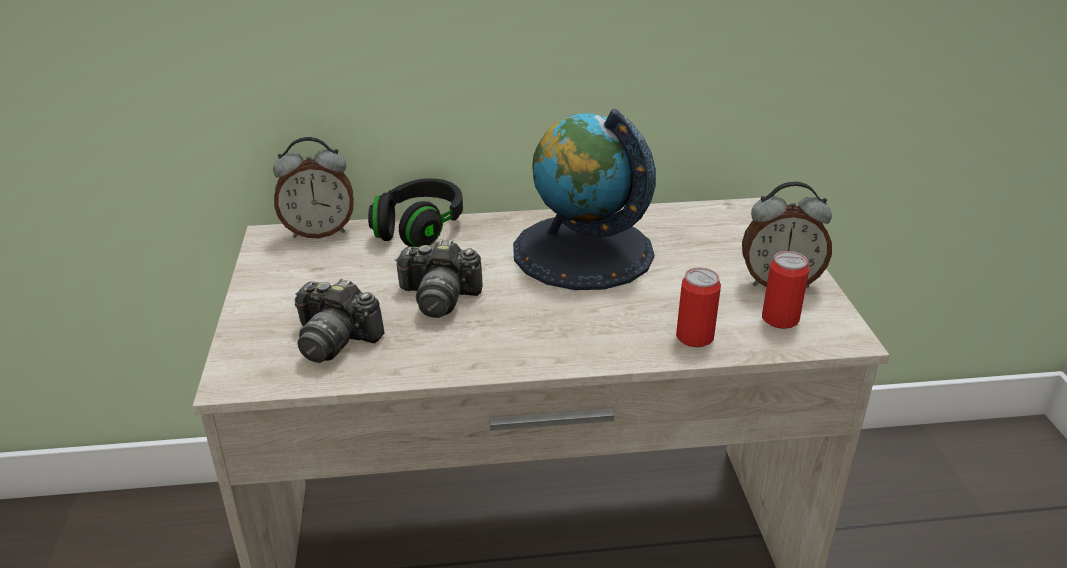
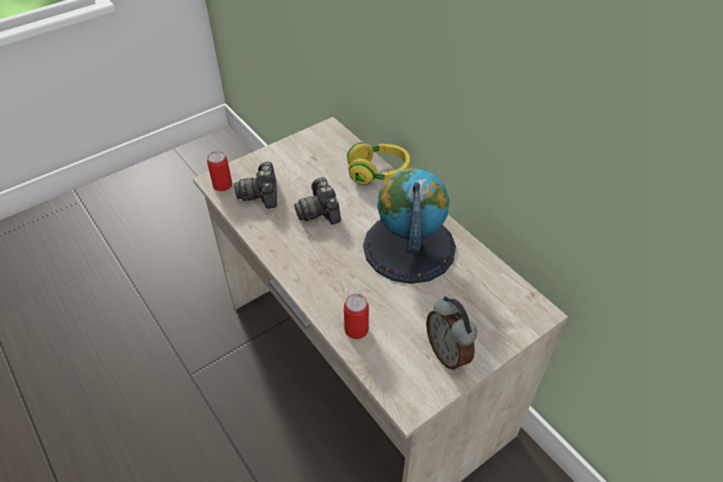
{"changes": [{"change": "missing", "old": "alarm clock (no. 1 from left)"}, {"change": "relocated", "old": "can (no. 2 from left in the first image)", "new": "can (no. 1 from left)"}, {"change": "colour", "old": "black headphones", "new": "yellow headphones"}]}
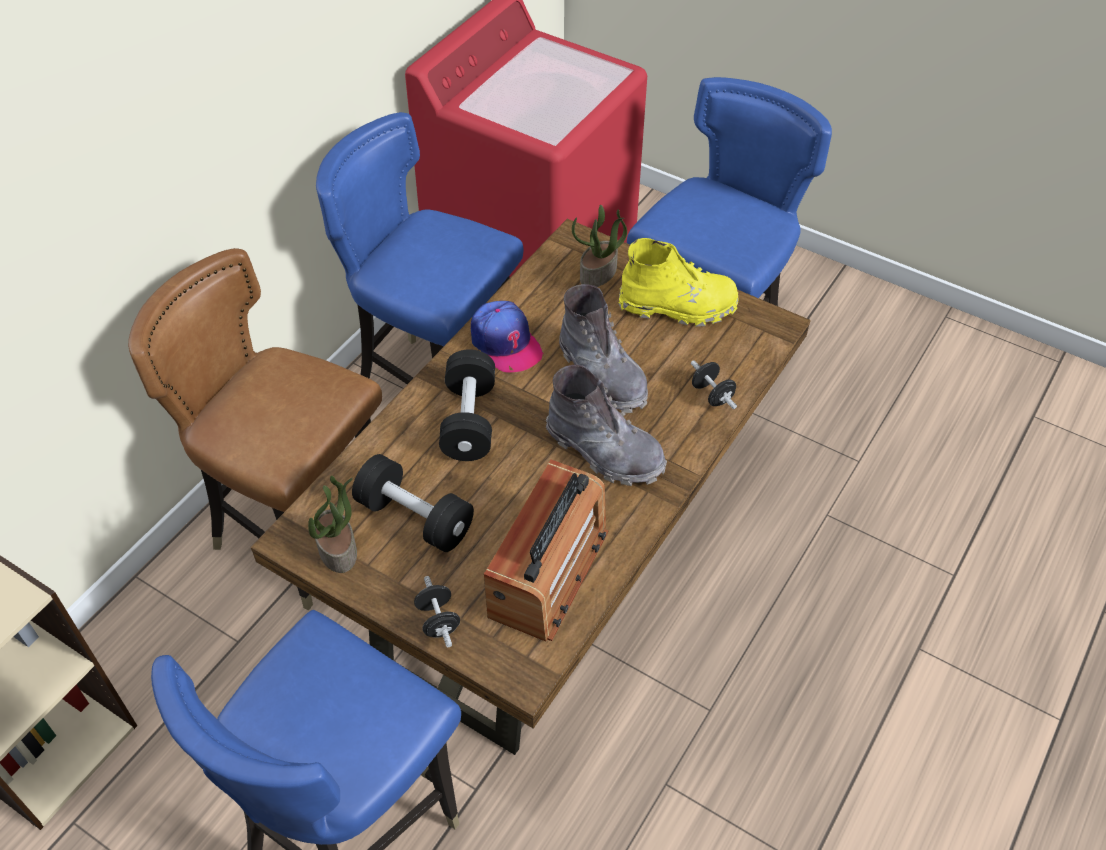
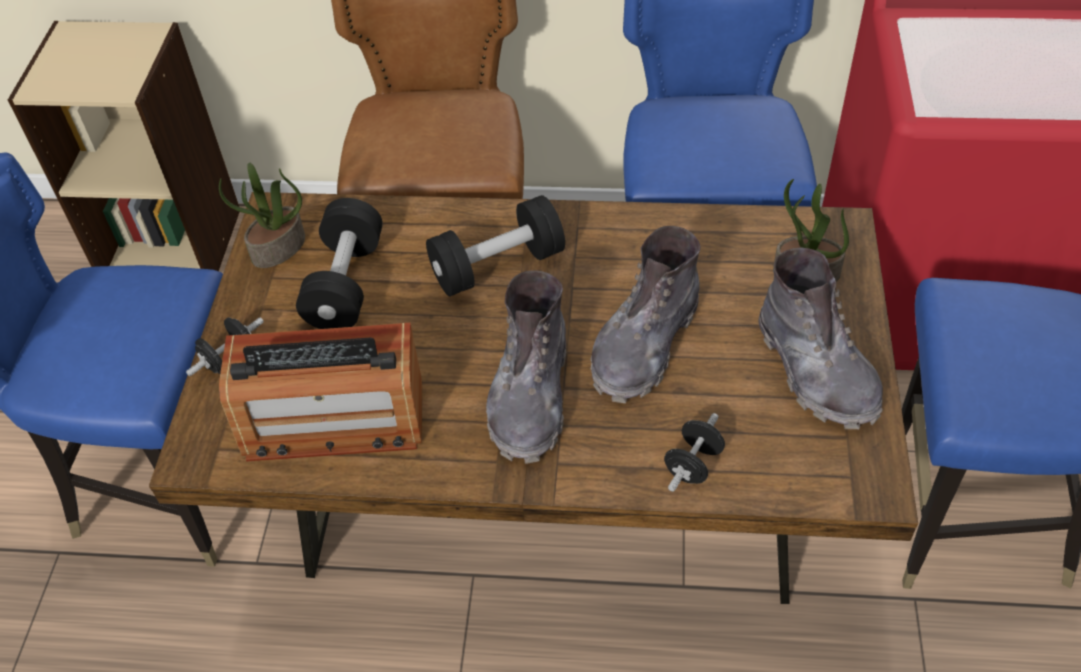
{"changes": [{"change": "missing", "old": "cap"}, {"change": "colour", "old": "yellow boot", "new": "grey boot (no. 3 from left)"}]}
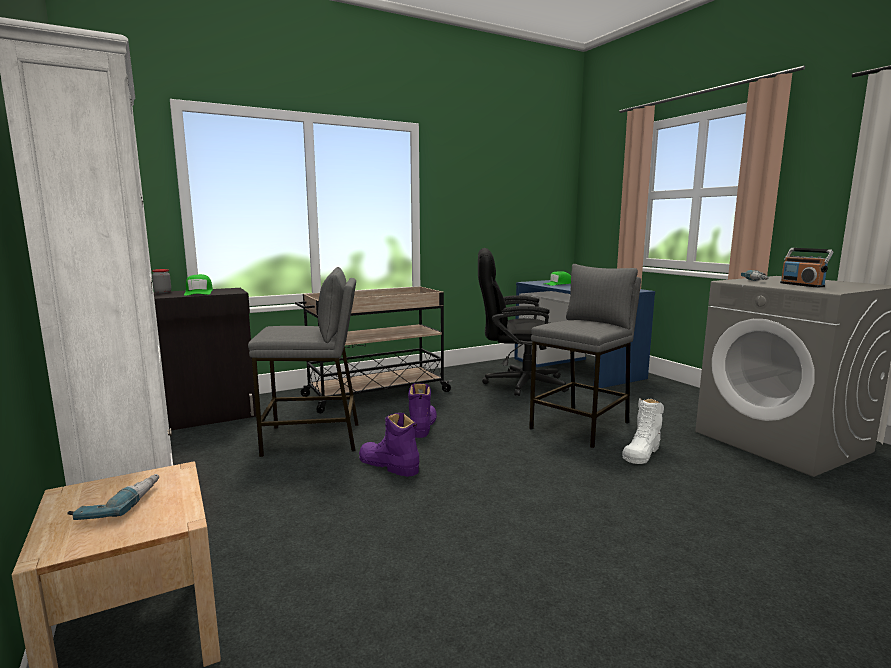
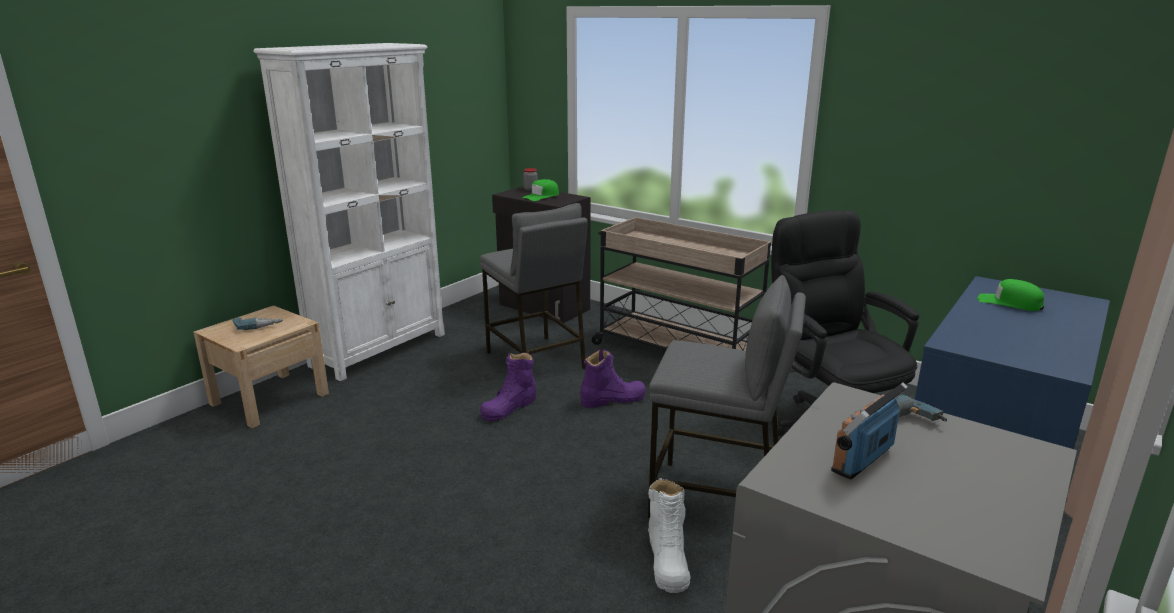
{"changes": [{"change": "spun", "old": "purple boot (no. 1 from left)", "degrees": -150}, {"change": "spun", "old": "white boot", "degrees": -105}]}
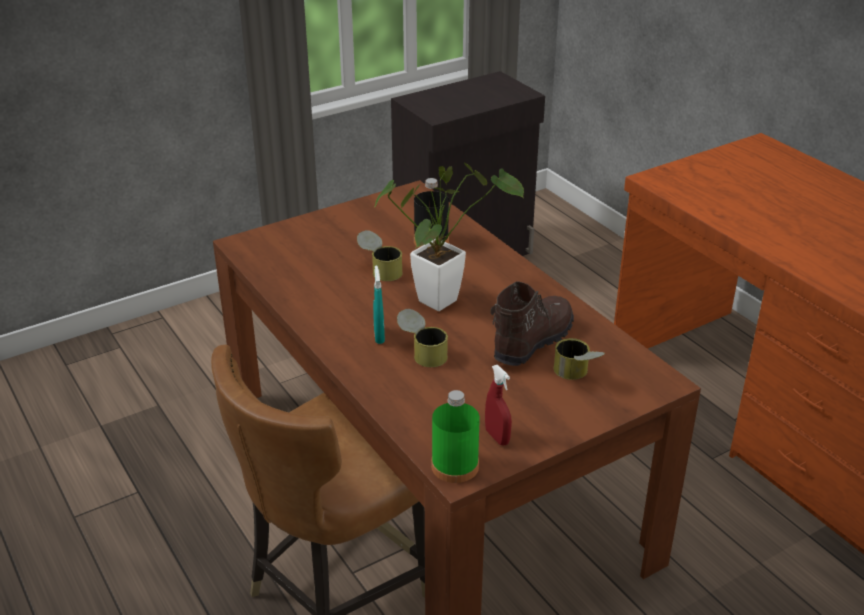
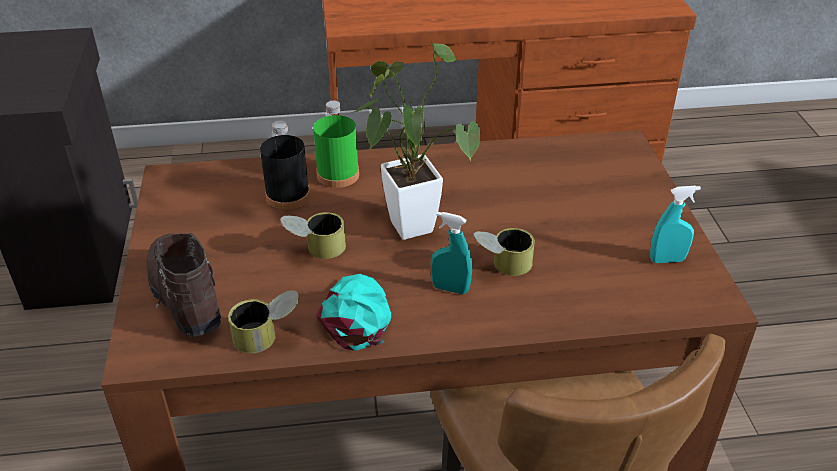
{"changes": [{"change": "appeared", "new": "turquoise cap"}, {"change": "relocated", "old": "green bottle"}, {"change": "relocated", "old": "brown boot"}, {"change": "relocated", "old": "can (no. 3 from left in the first image)", "new": "can (no. 1 from left)"}, {"change": "colour", "old": "red spray bottle", "new": "turquoise spray bottle (no. 2 from left)"}]}
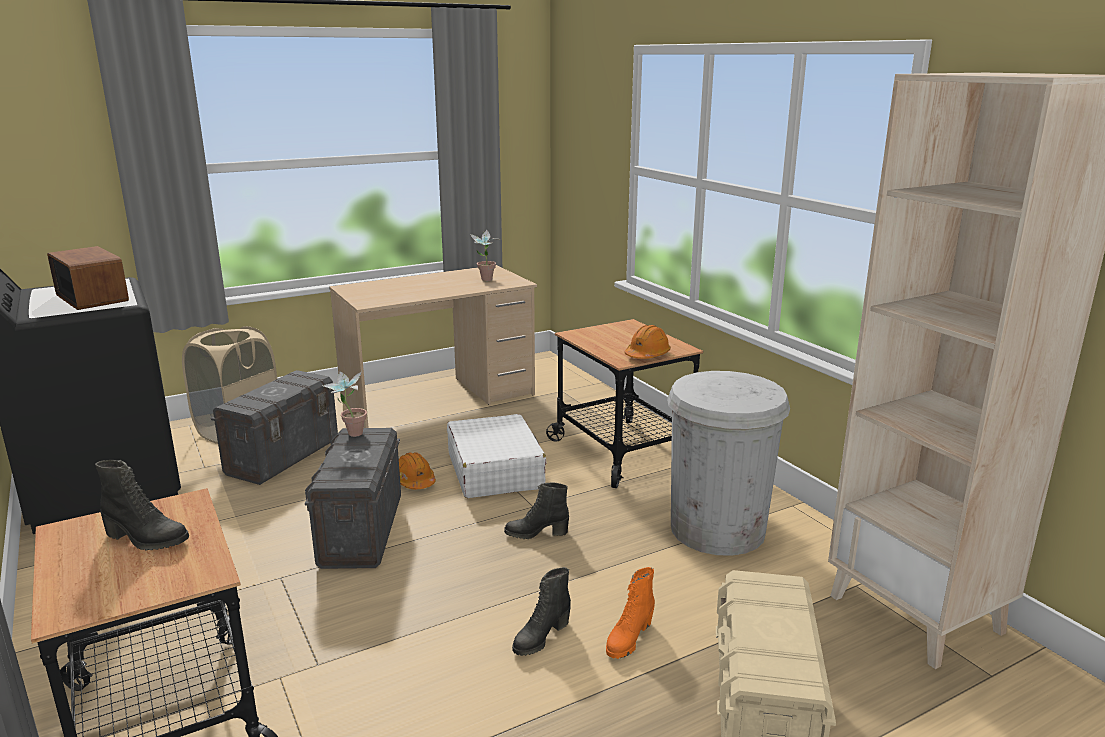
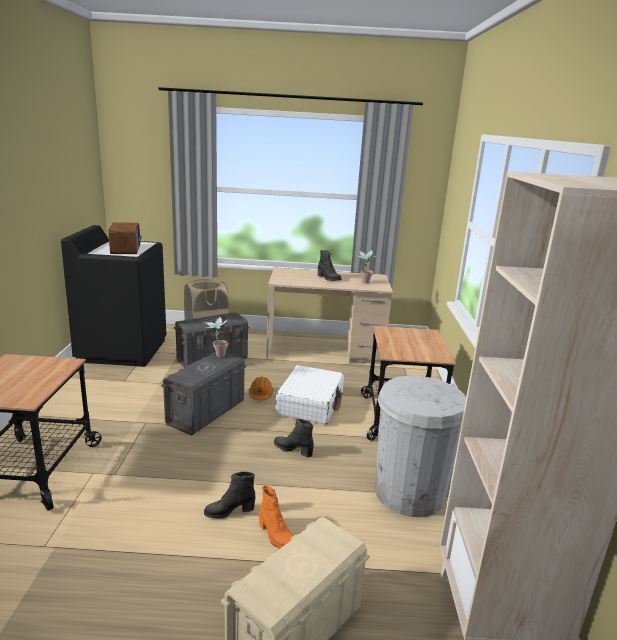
{"changes": [{"change": "missing", "old": "orange hard hat (no. 2 from left)"}, {"change": "relocated", "old": "black boot (no. 1 from left in the first image)", "new": "black boot (no. 3 from left)"}, {"change": "spun", "old": "orange boot", "degrees": -105}]}
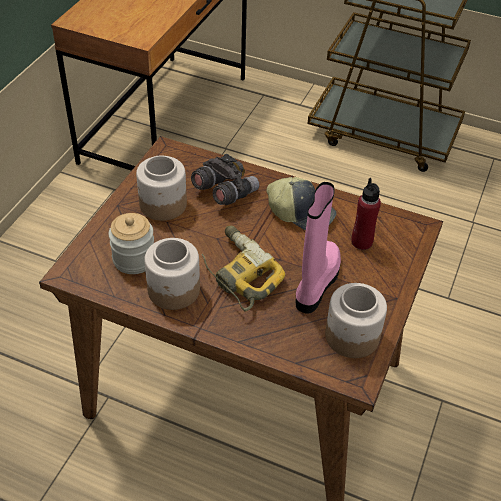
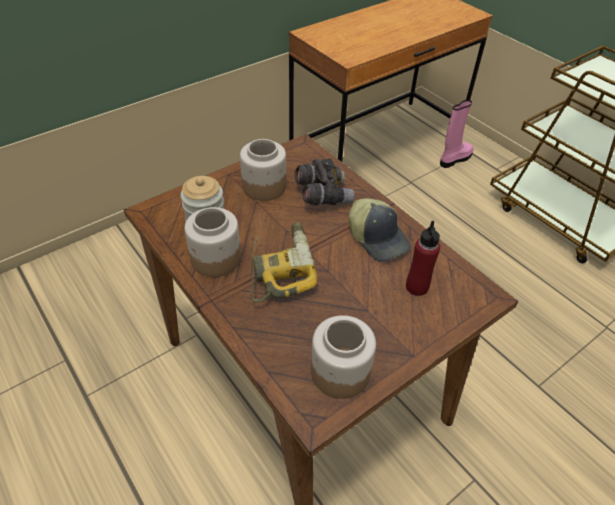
{"changes": [{"change": "relocated", "old": "pink boot"}]}
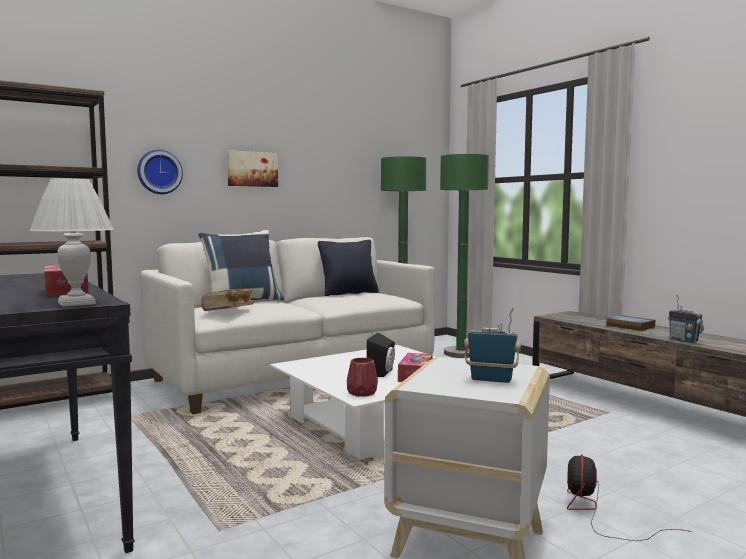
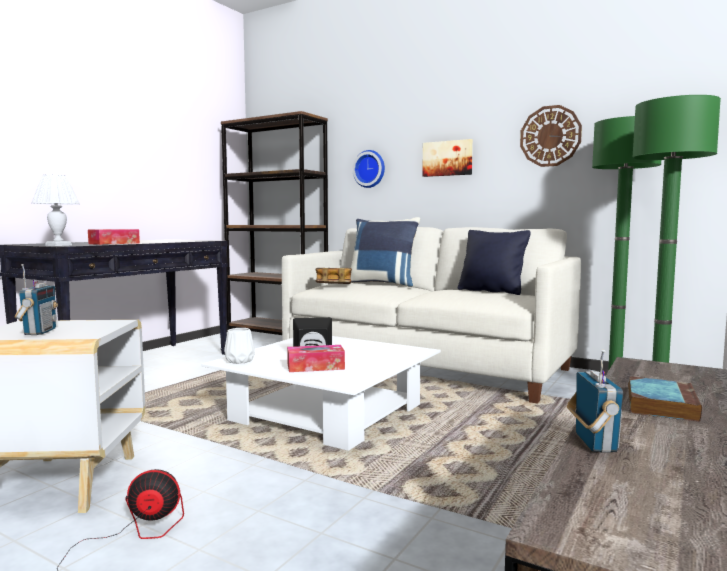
{"changes": [{"change": "appeared", "new": "wall clock (no. 2 from left)"}, {"change": "colour", "old": "red vase", "new": "white vase"}, {"change": "spun", "old": "radio (no. 2 from left)", "degrees": 150}]}
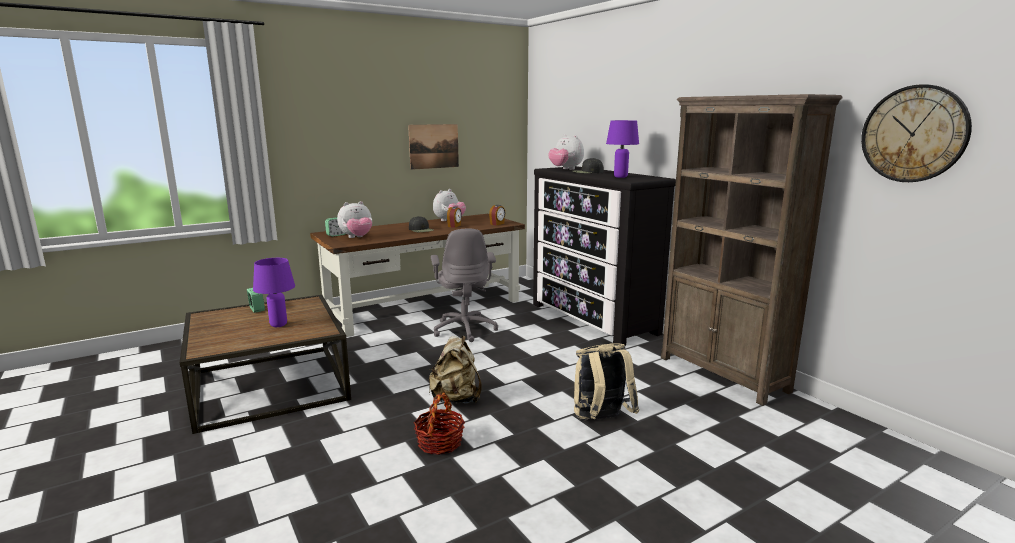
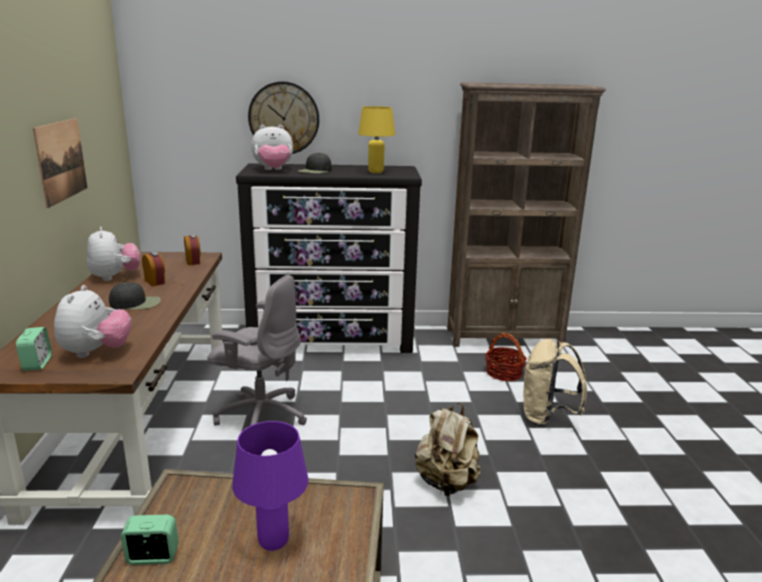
{"changes": [{"change": "relocated", "old": "basket"}, {"change": "relocated", "old": "wall clock"}, {"change": "colour", "old": "purple table lamp (no. 2 from left)", "new": "yellow table lamp"}]}
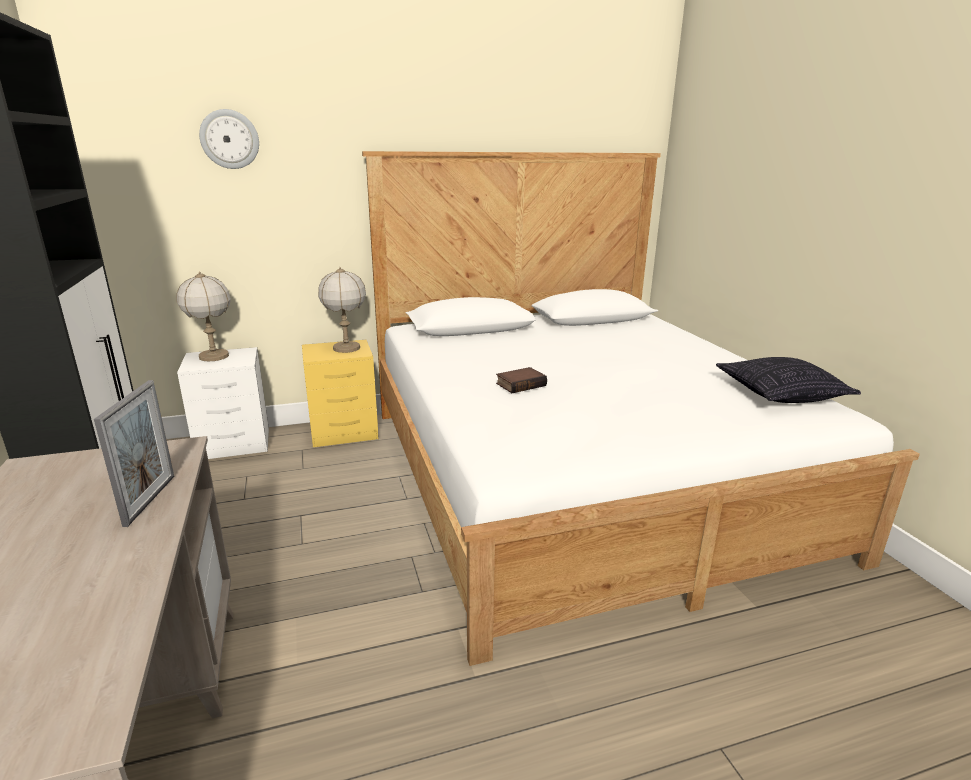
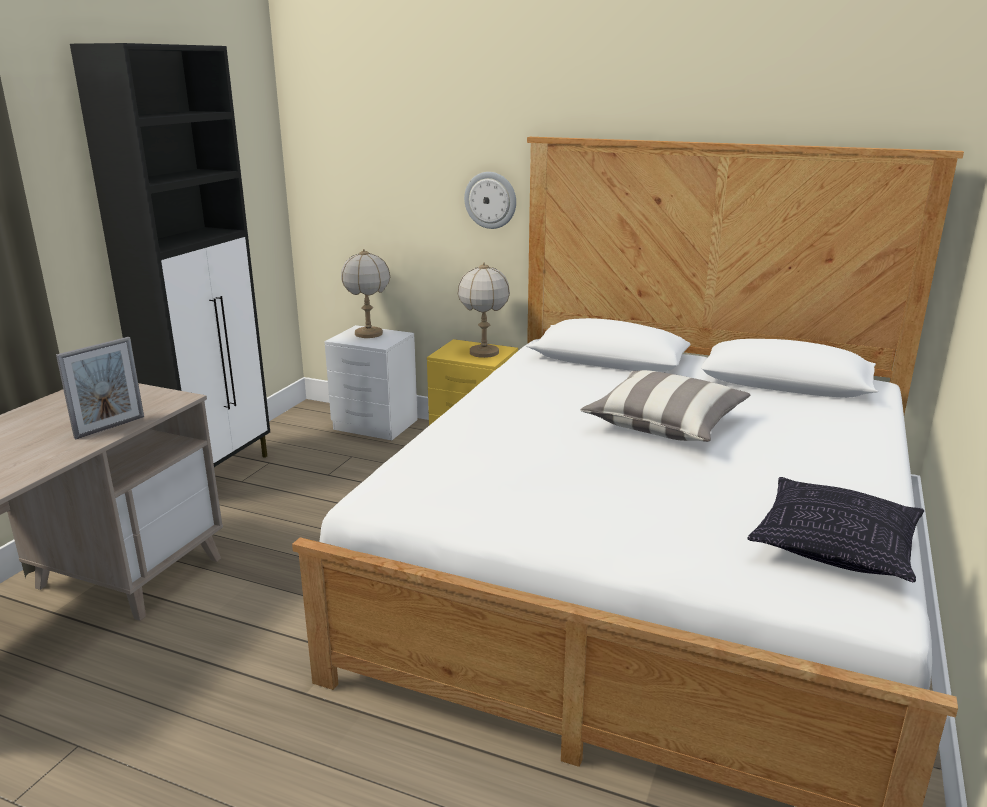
{"changes": [{"change": "missing", "old": "book"}, {"change": "appeared", "new": "pillow (no. 1 from left)"}, {"change": "relocated", "old": "wall clock"}]}
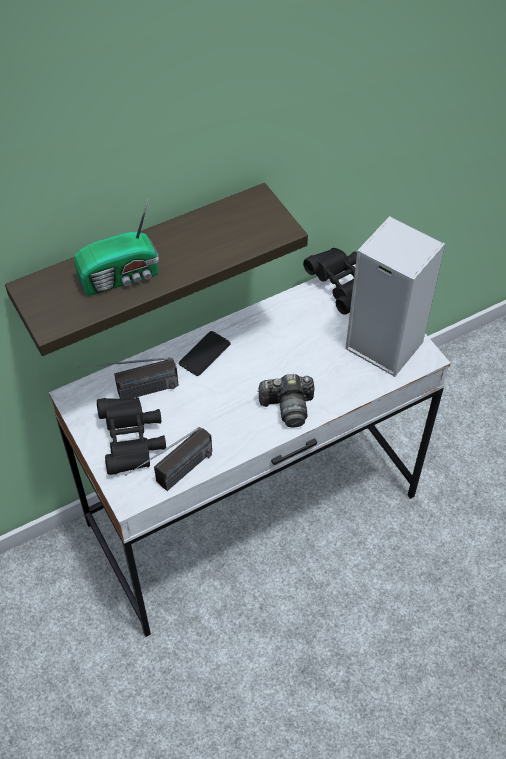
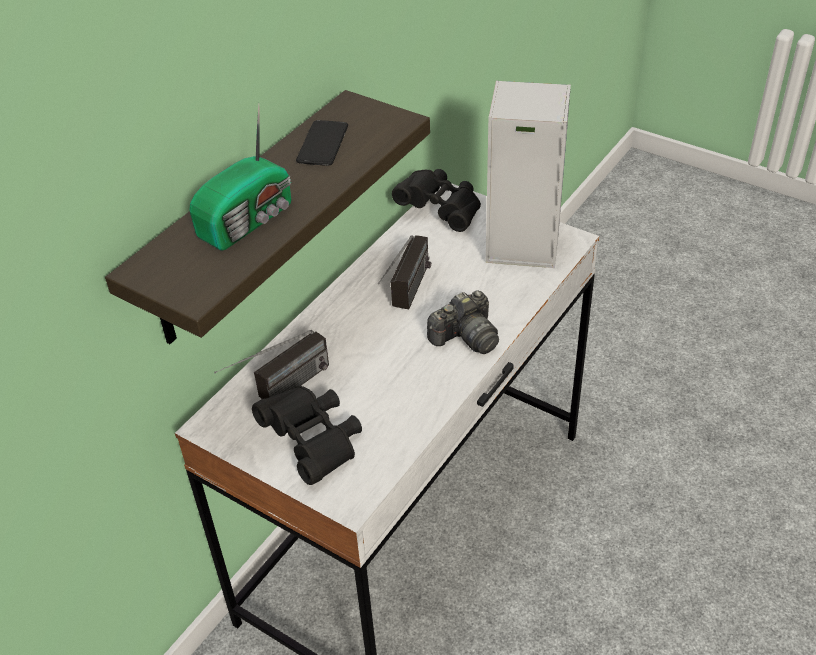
{"changes": [{"change": "relocated", "old": "radio (no. 3 from left)"}, {"change": "relocated", "old": "phone"}]}
